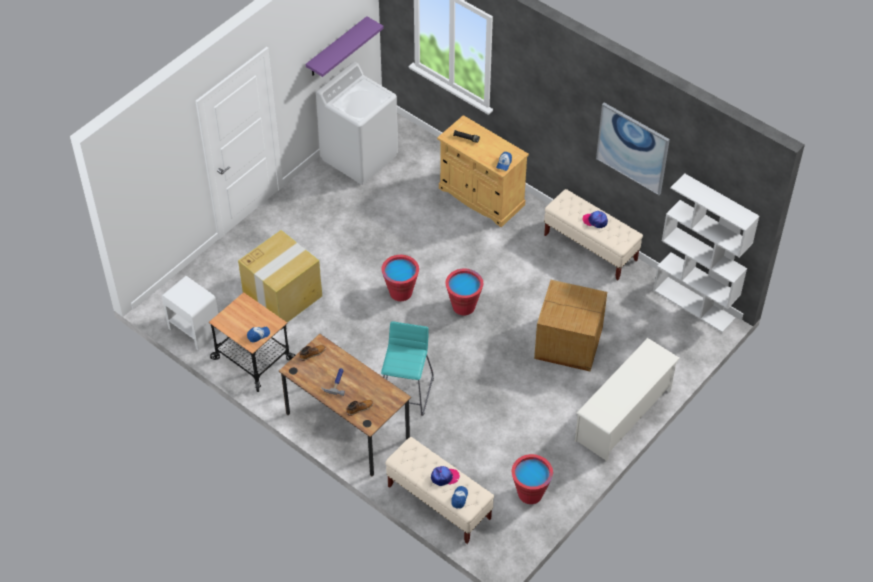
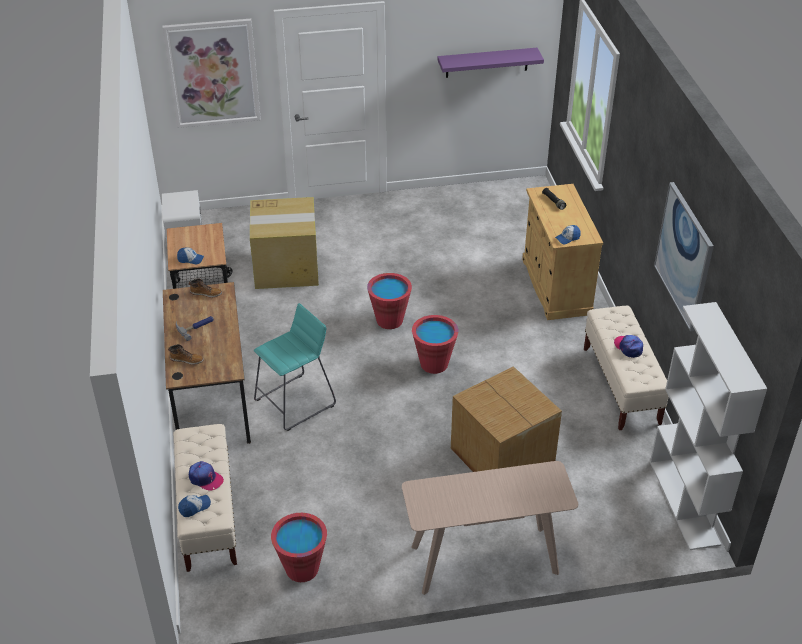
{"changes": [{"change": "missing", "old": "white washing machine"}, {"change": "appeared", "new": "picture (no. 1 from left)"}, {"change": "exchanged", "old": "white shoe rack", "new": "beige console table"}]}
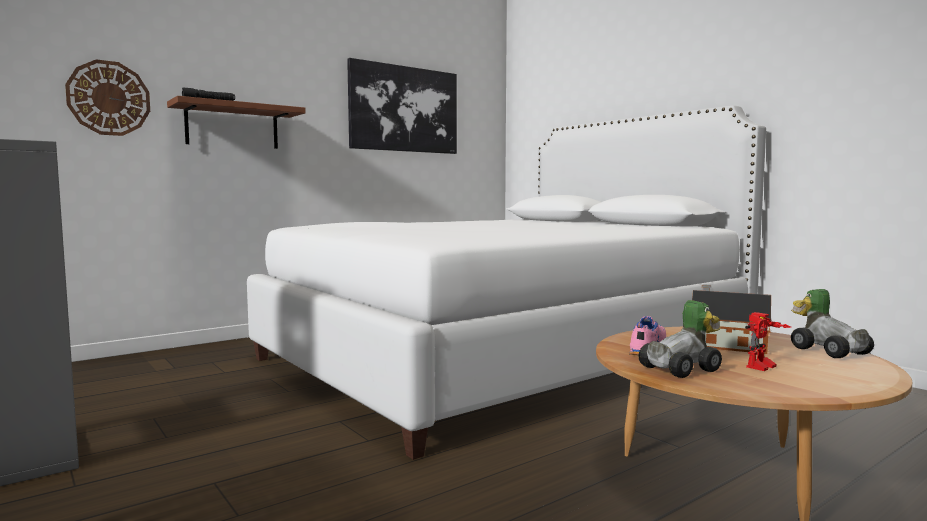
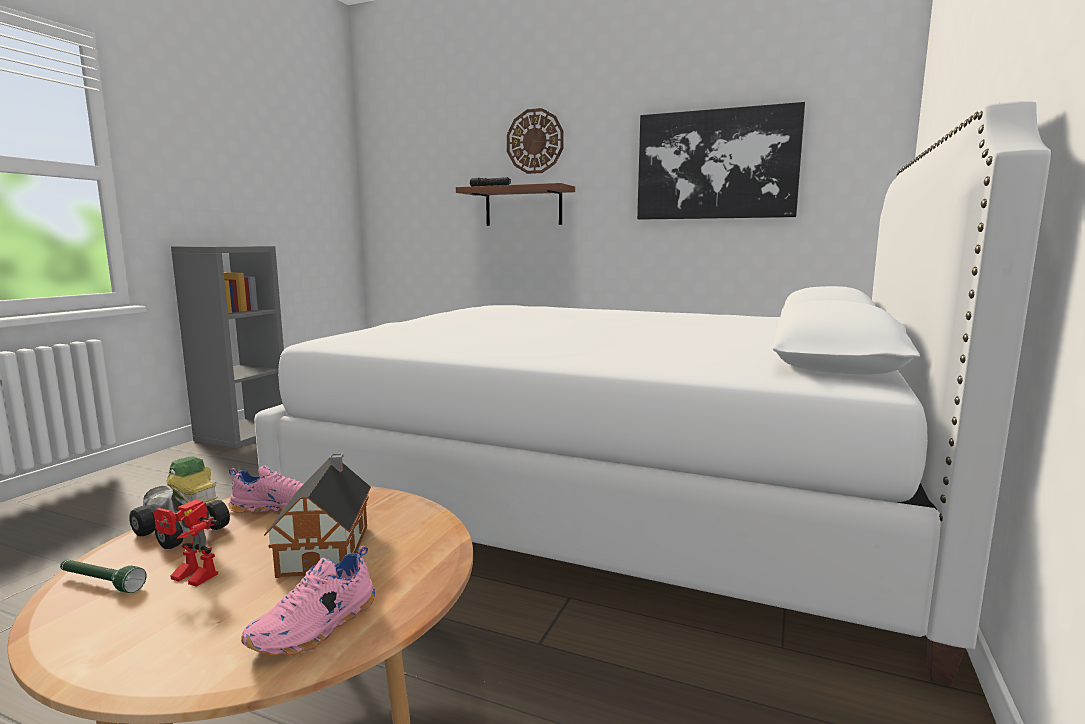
{"changes": [{"change": "appeared", "new": "green flashlight"}, {"change": "relocated", "old": "wall clock"}, {"change": "exchanged", "old": "toy car (no. 2 from left)", "new": "pink shoe (no. 2 from left)"}]}
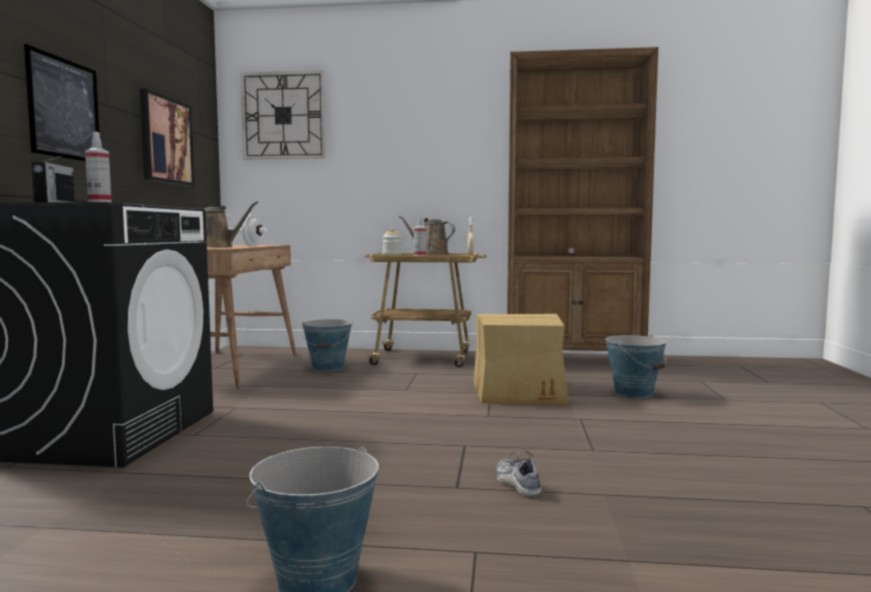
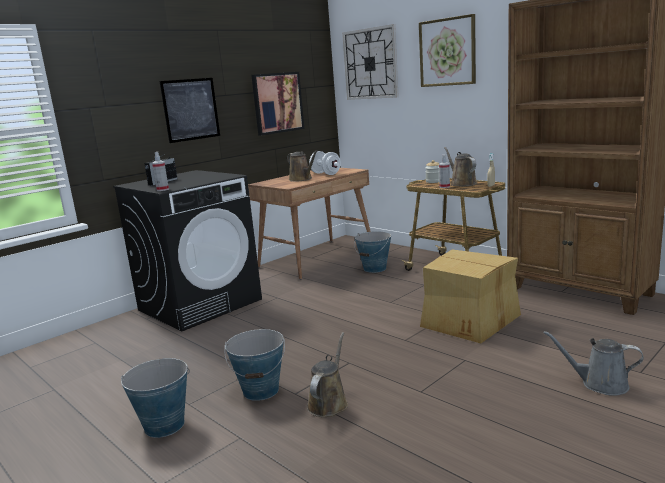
{"changes": [{"change": "appeared", "new": "picture (no. 3 from left)"}, {"change": "appeared", "new": "grey watering can"}, {"change": "relocated", "old": "bucket (no. 3 from left in the first image)", "new": "bucket (no. 2 from left)"}, {"change": "exchanged", "old": "shoe", "new": "brown watering can (no. 2 from left)"}]}
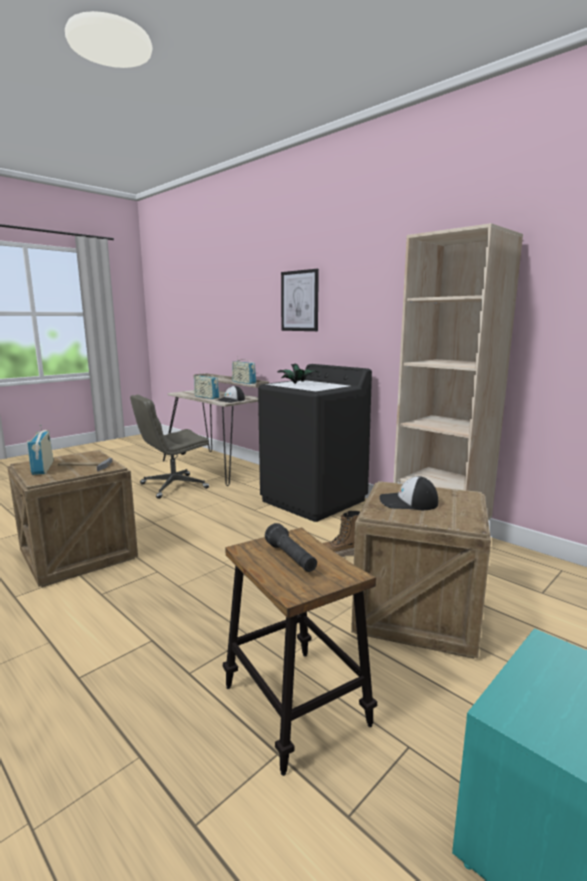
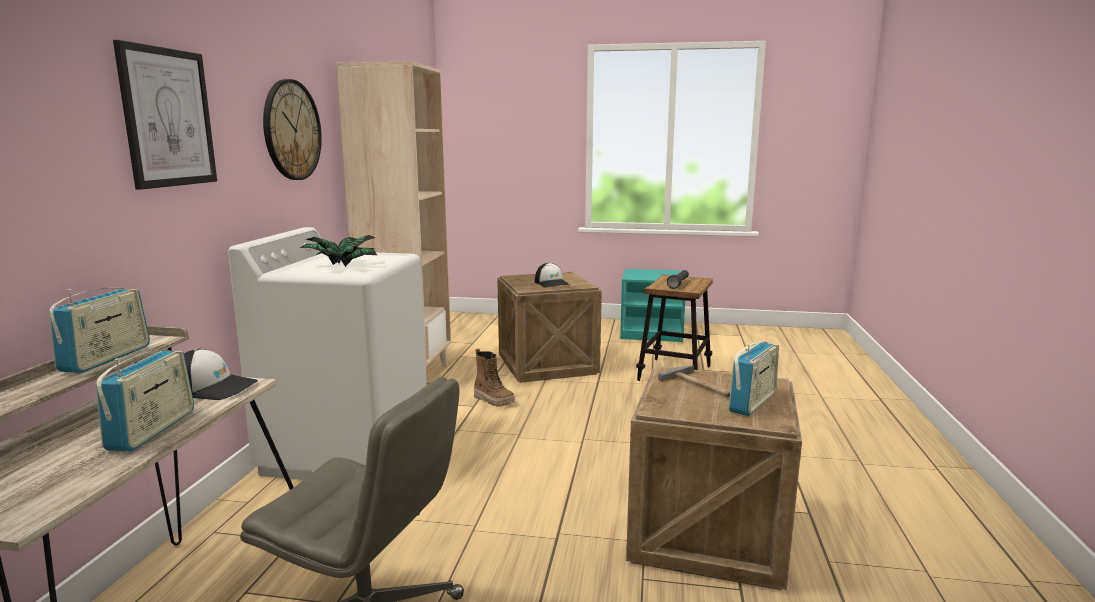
{"changes": [{"change": "appeared", "new": "wall clock"}, {"change": "colour", "old": "black washing machine", "new": "white washing machine"}]}
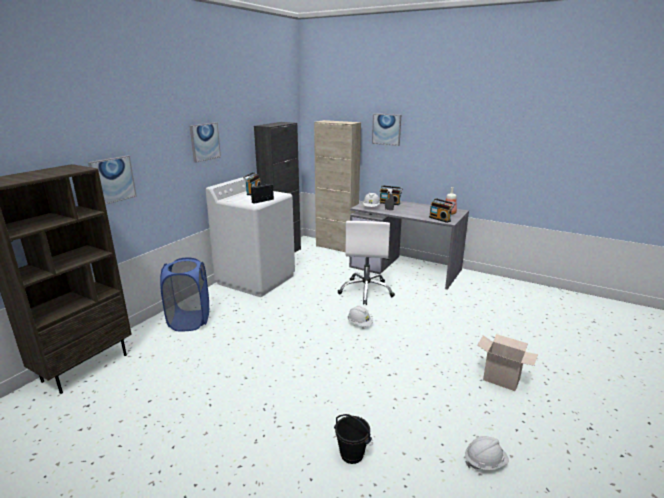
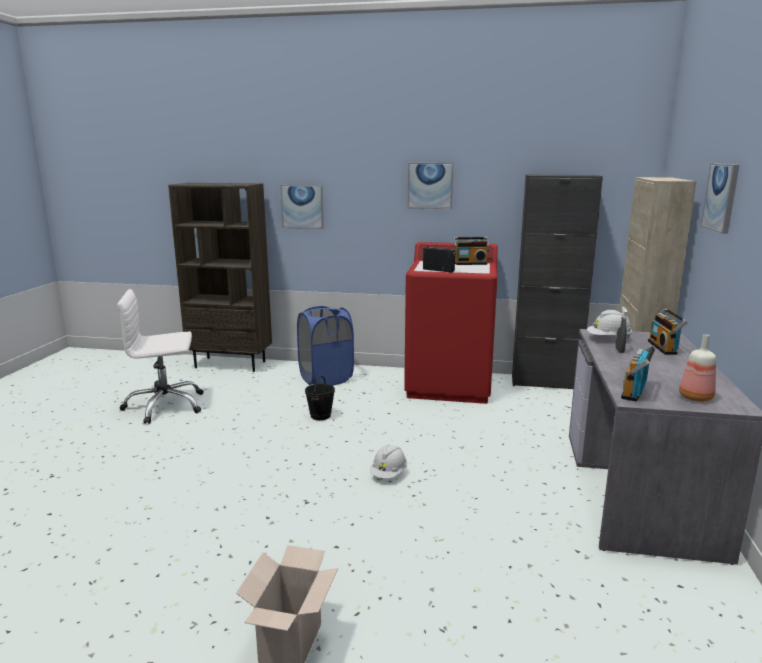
{"changes": [{"change": "missing", "old": "white hard hat (no. 3 from left)"}, {"change": "relocated", "old": "black bucket"}, {"change": "relocated", "old": "white office chair"}, {"change": "colour", "old": "white washing machine", "new": "red washing machine"}]}
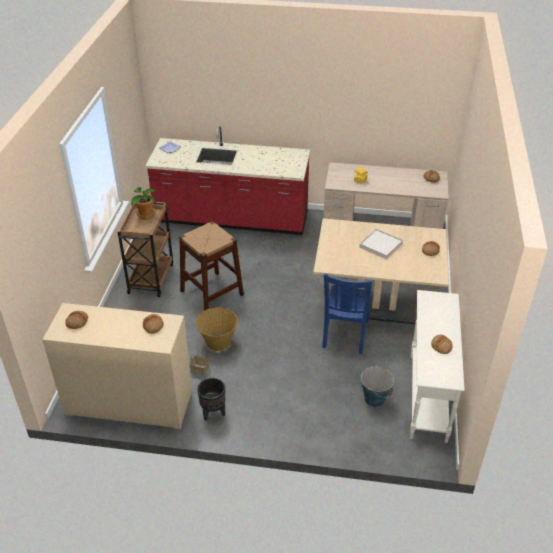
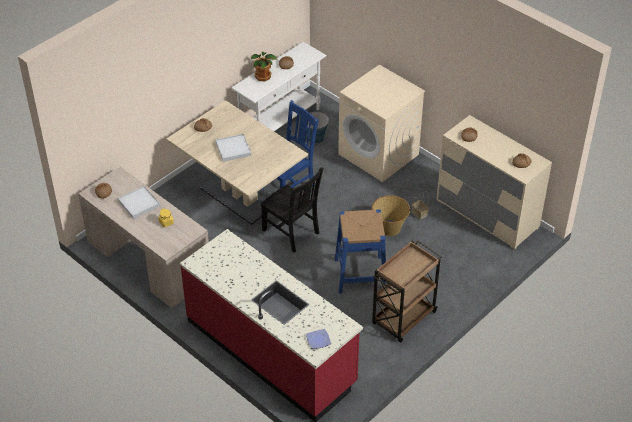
{"changes": [{"change": "missing", "old": "black planter"}, {"change": "appeared", "new": "white tray (no. 1 from left)"}, {"change": "appeared", "new": "black chair"}, {"change": "appeared", "new": "beige washing machine"}, {"change": "relocated", "old": "potted plant"}, {"change": "colour", "old": "brown stool", "new": "blue stool"}]}
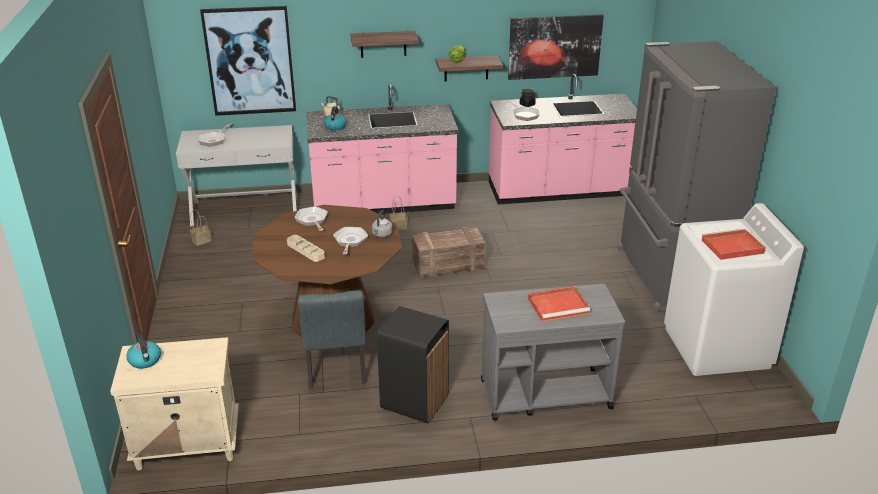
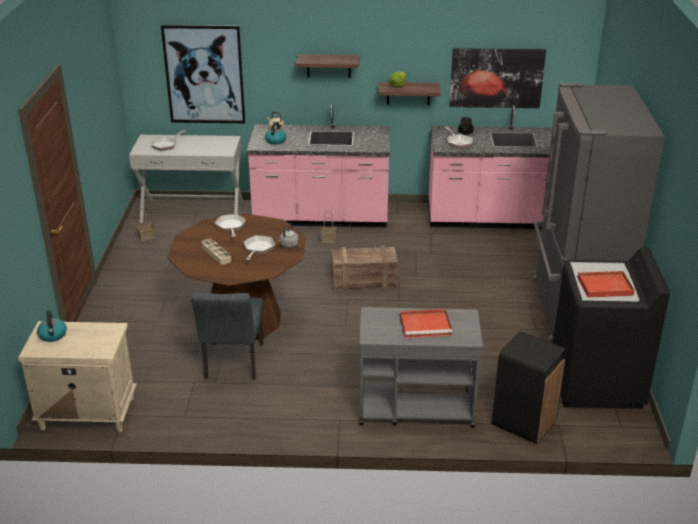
{"changes": [{"change": "relocated", "old": "black trash can"}, {"change": "colour", "old": "white washing machine", "new": "black washing machine"}]}
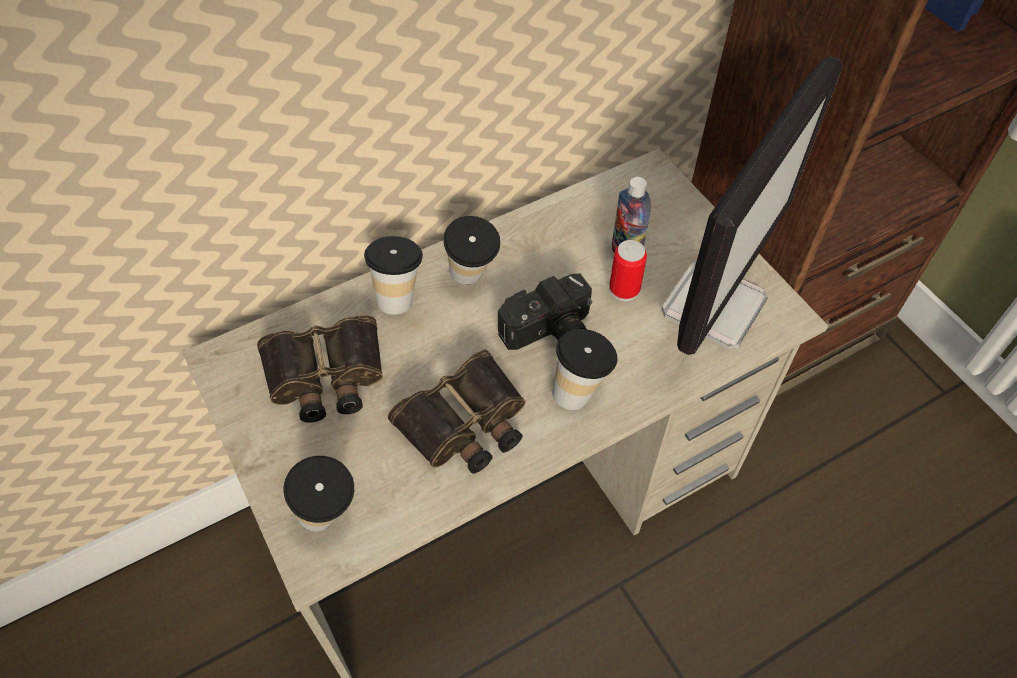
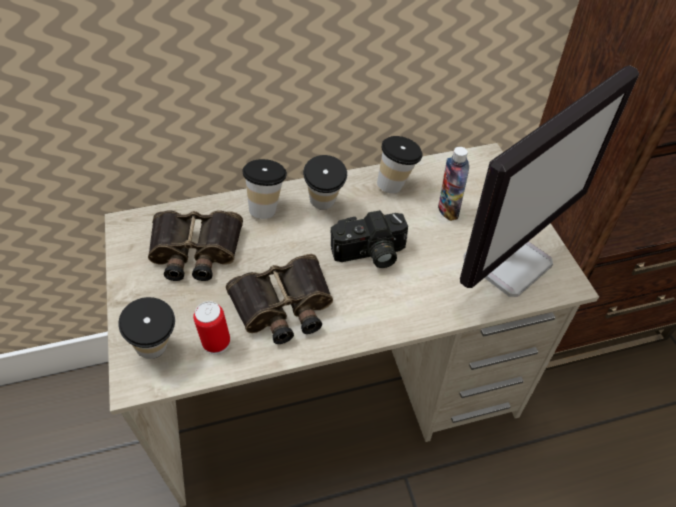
{"changes": [{"change": "relocated", "old": "cup (no. 4 from left)"}, {"change": "relocated", "old": "can"}]}
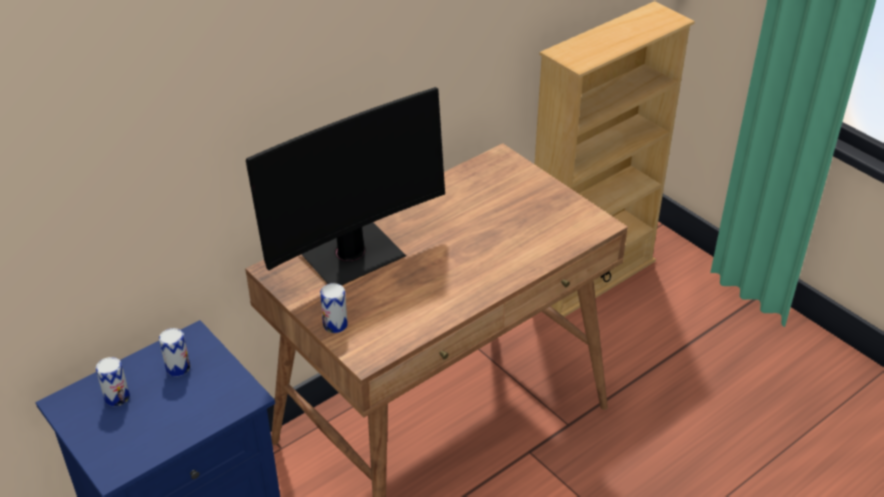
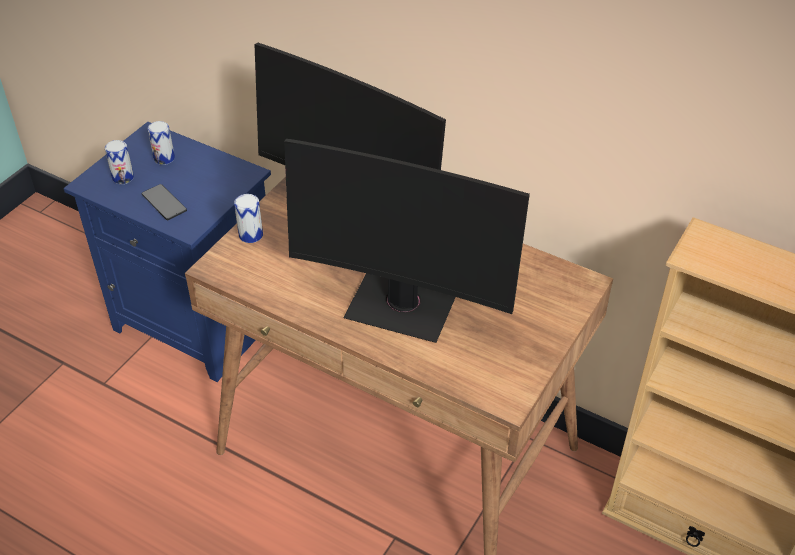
{"changes": [{"change": "appeared", "new": "phone"}, {"change": "appeared", "new": "monitor (no. 2 from left)"}, {"change": "relocated", "old": "can (no. 2 from left in the first image)", "new": "can (no. 1 from left)"}]}
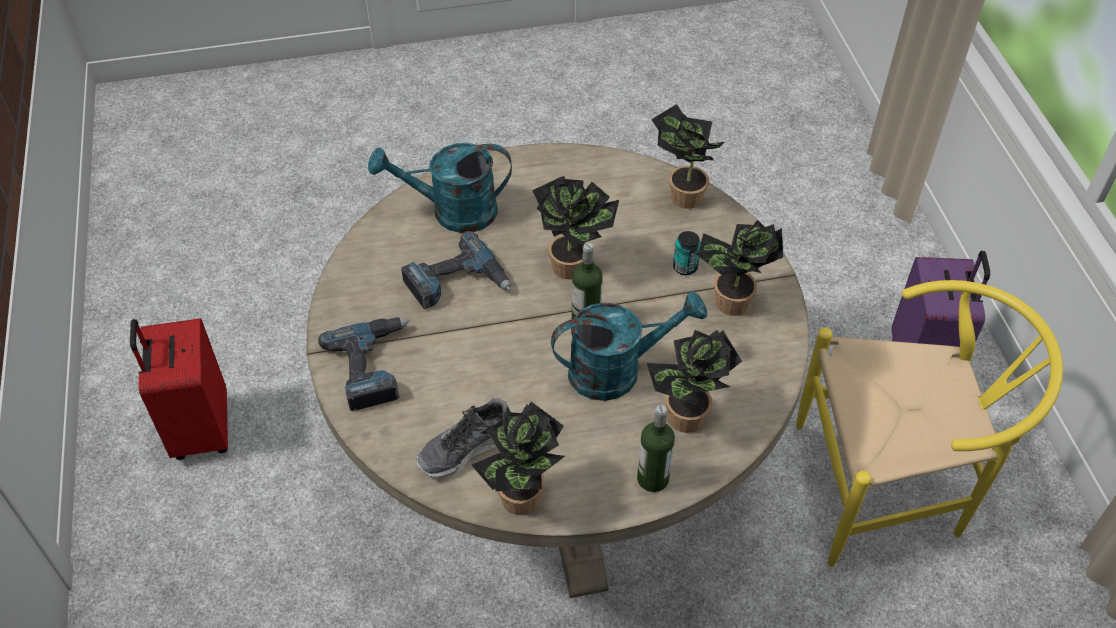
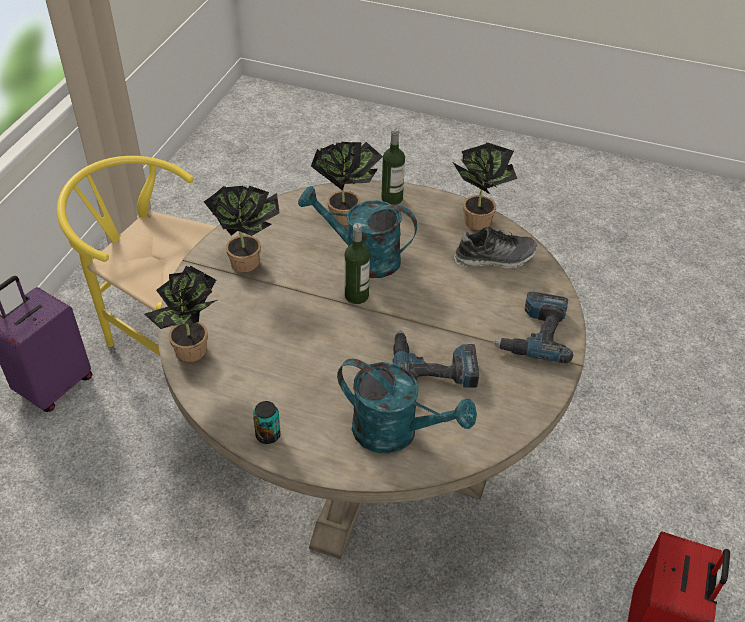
{"changes": [{"change": "missing", "old": "potted plant (no. 2 from left)"}, {"change": "relocated", "old": "can"}]}
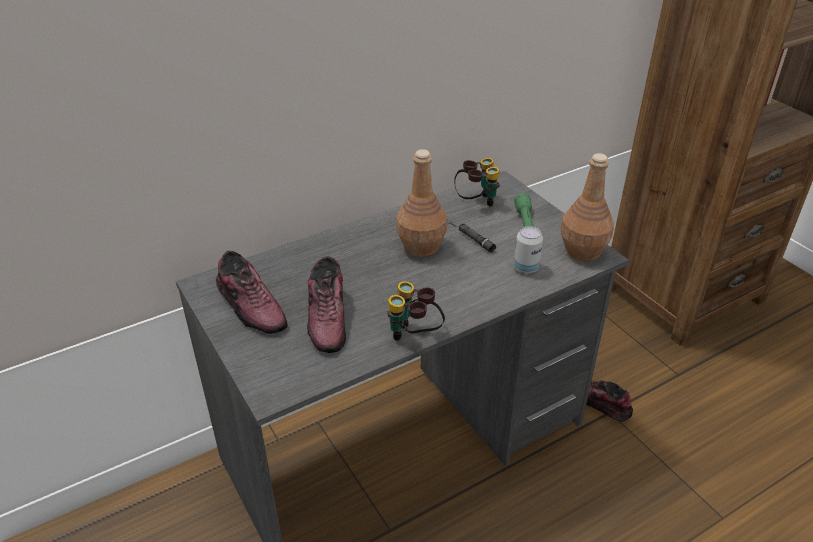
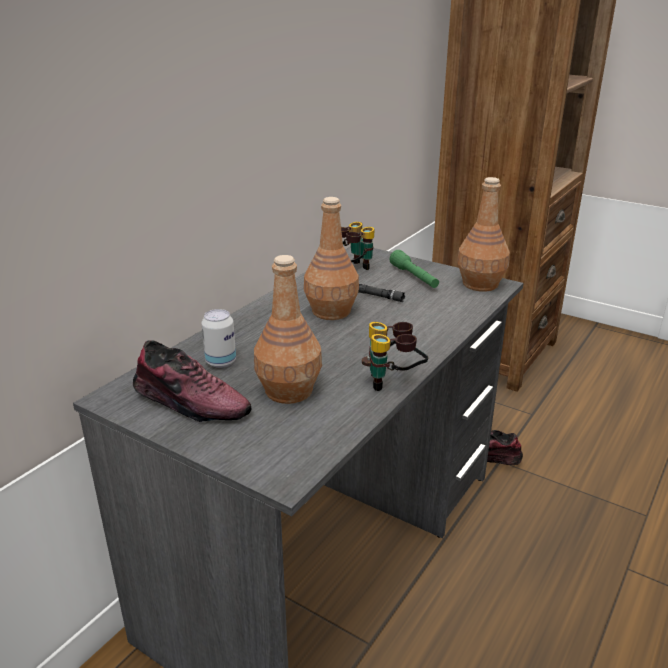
{"changes": [{"change": "relocated", "old": "can"}, {"change": "exchanged", "old": "shoe (no. 2 from left)", "new": "brown bottle (no. 1 from left)"}]}
